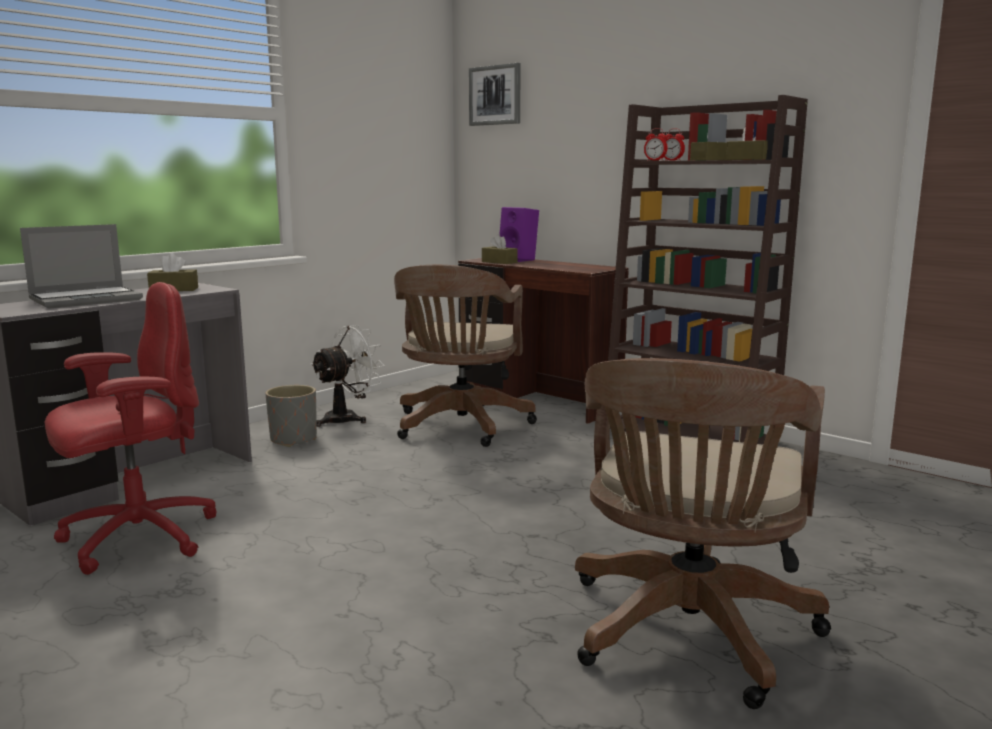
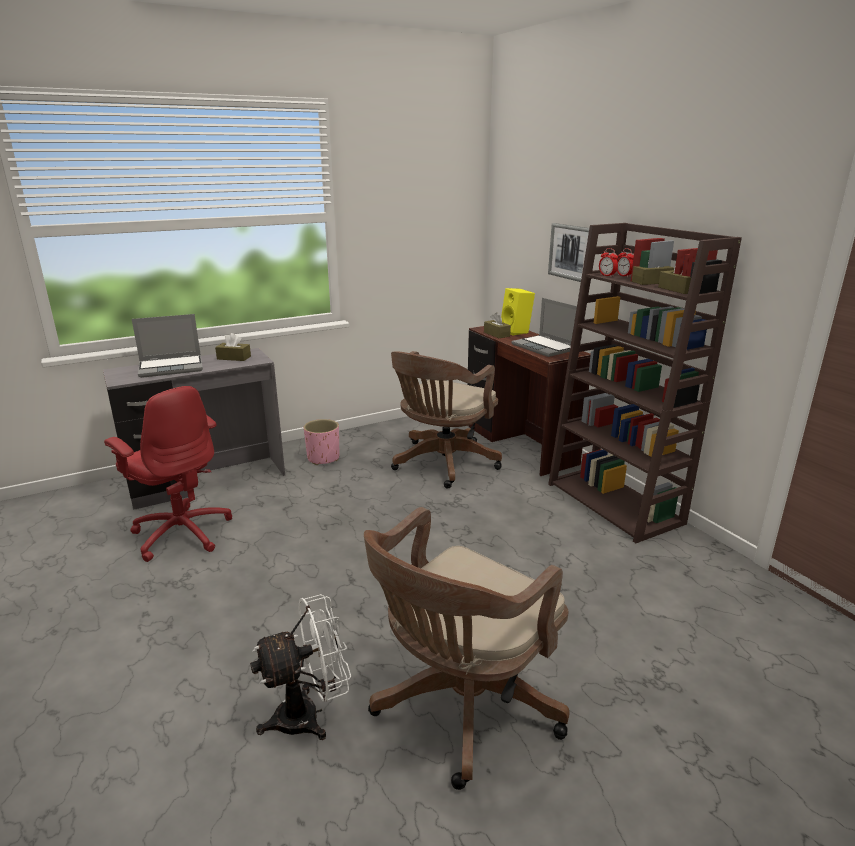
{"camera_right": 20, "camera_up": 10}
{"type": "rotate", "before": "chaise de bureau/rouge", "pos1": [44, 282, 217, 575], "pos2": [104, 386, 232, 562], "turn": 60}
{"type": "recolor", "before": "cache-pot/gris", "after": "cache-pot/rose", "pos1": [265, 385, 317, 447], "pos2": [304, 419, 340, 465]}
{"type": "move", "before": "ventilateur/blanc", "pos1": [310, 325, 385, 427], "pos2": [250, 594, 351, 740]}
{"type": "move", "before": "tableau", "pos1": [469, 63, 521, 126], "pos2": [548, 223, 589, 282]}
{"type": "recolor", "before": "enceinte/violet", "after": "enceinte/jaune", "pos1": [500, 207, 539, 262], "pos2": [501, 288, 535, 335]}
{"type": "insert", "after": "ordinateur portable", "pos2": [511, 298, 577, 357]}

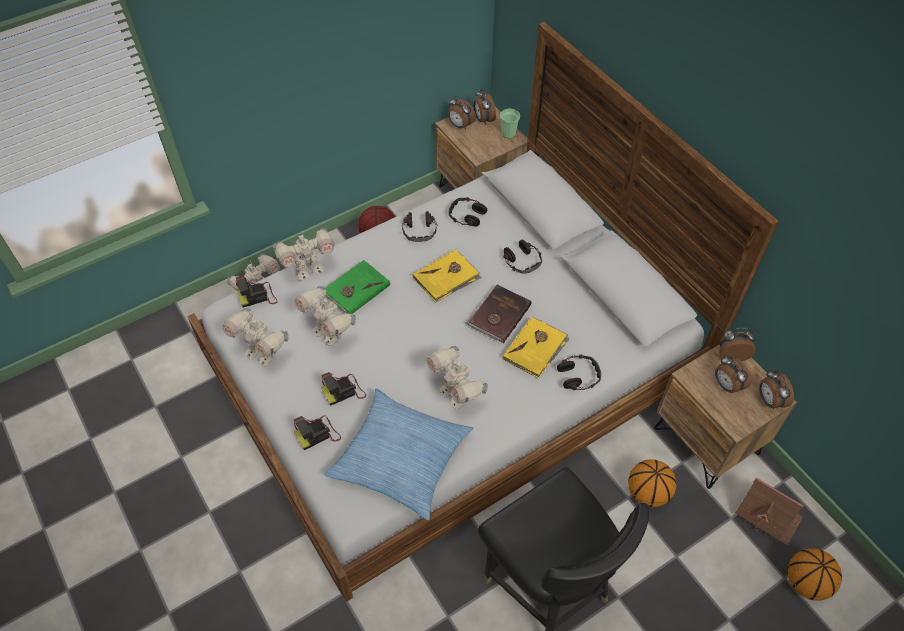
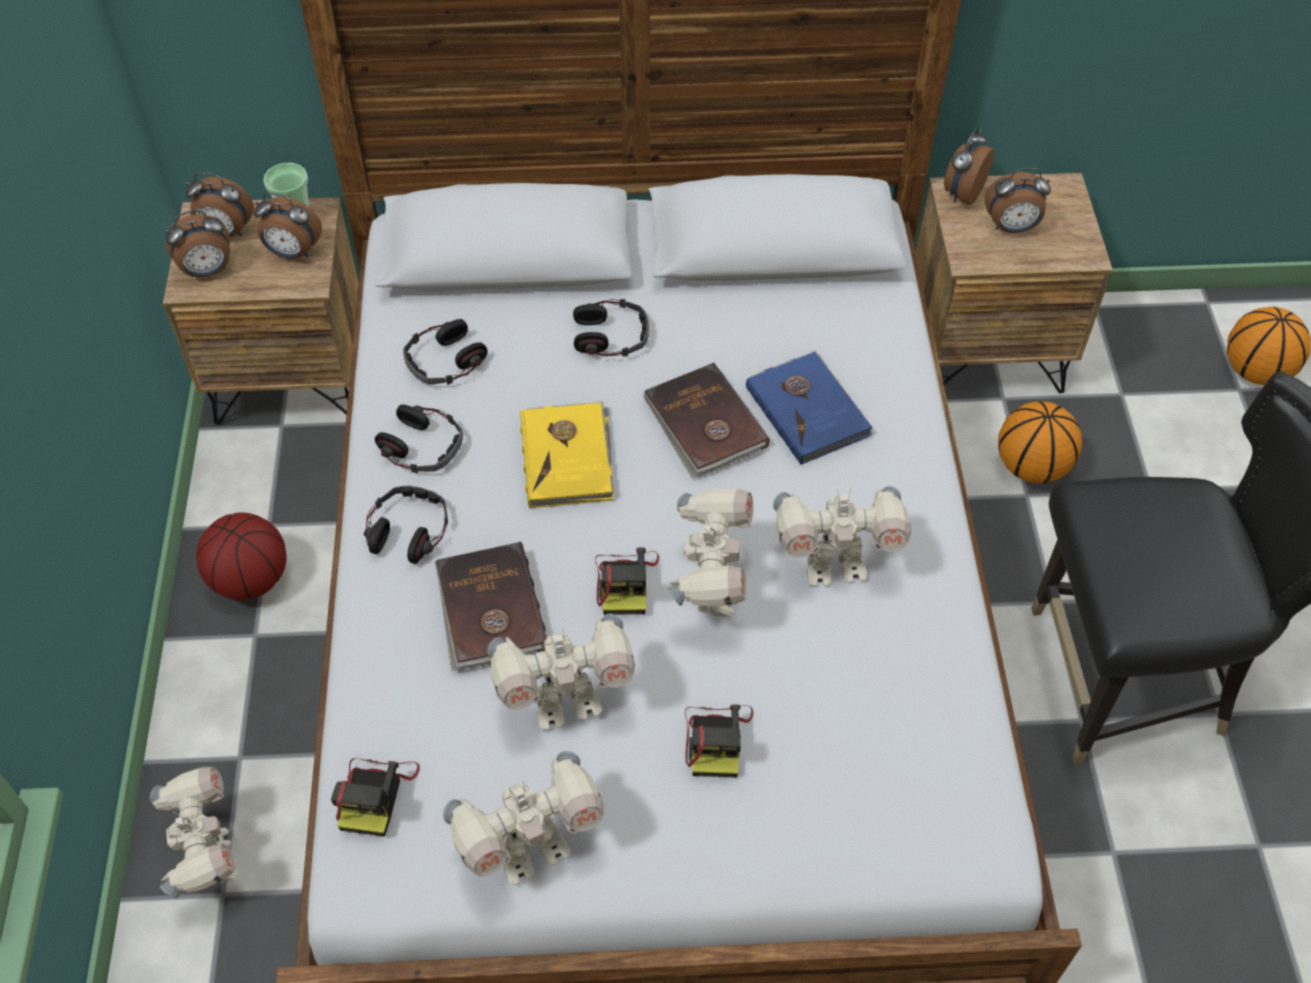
{"camera_right": -60, "camera_up": 0}
{"type": "move", "before": "robot jouet", "pos1": [273, 228, 334, 281], "pos2": [667, 489, 753, 617]}
{"type": "move", "before": "appareil photo", "pos1": [294, 415, 341, 450], "pos2": [595, 547, 659, 615]}
{"type": "recolor", "before": "livre/vert", "after": "livre/marron", "pos1": [325, 260, 390, 314], "pos2": [435, 542, 547, 671]}
{"type": "delete", "before": "coussin", "pos1": [325, 388, 473, 520]}
{"type": "recolor", "before": "livre/jaune", "after": "livre/bleu", "pos1": [502, 317, 570, 378], "pos2": [746, 350, 873, 465]}
{"type": "move", "before": "casque audio", "pos1": [557, 354, 601, 390], "pos2": [364, 486, 448, 564]}
{"type": "delete", "before": "maison miniature", "pos1": [735, 477, 803, 545]}
{"type": "move", "before": "réveil", "pos1": [759, 369, 794, 409], "pos2": [254, 193, 322, 259]}

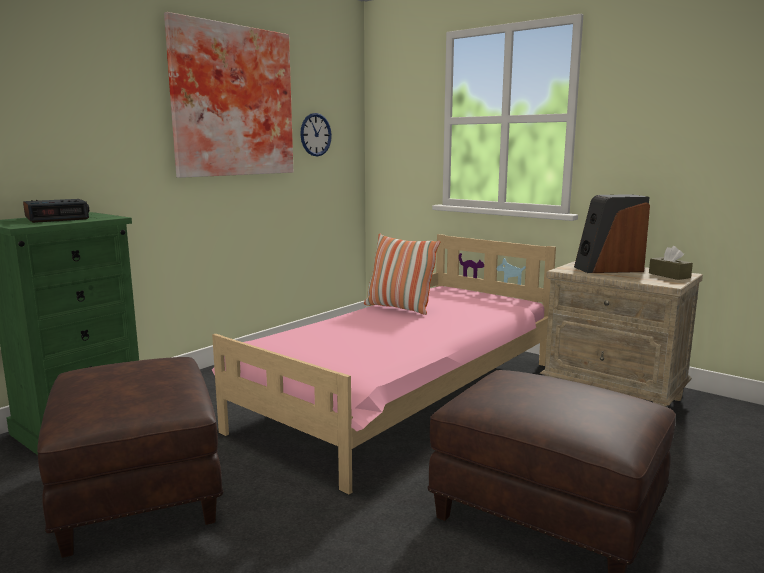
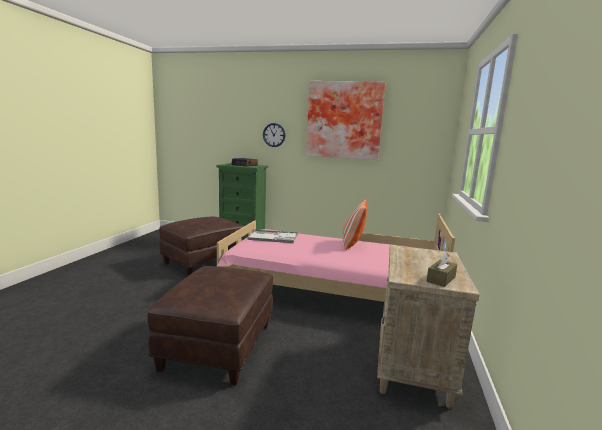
{"camera_right": 65, "camera_up": 0}
{"type": "move", "before": "horloge murale", "pos1": [300, 113, 332, 156], "pos2": [263, 123, 285, 147]}
{"type": "delete", "before": "enceinte", "pos1": [574, 194, 650, 273]}
{"type": "insert", "after": "plateau", "pos2": [247, 230, 298, 243]}

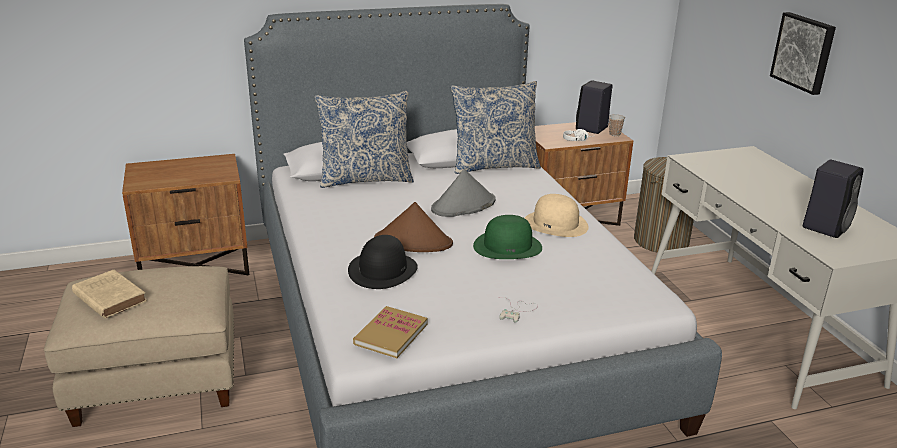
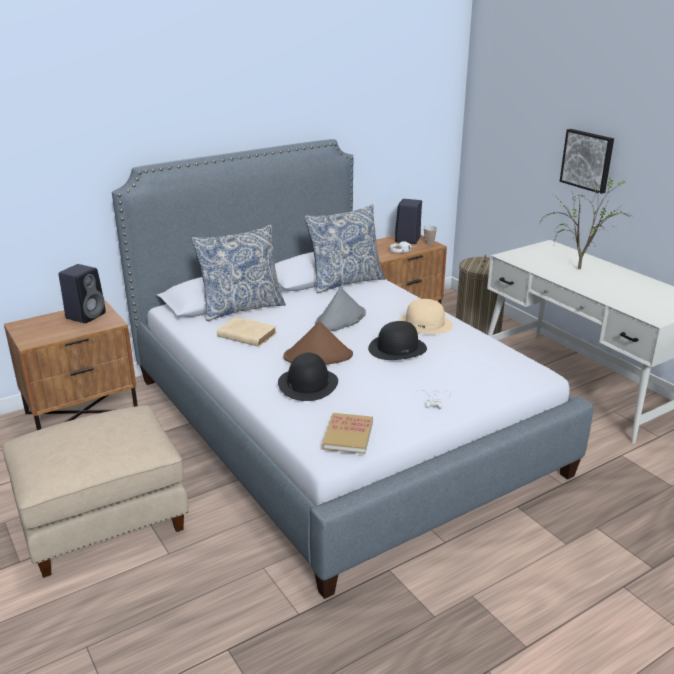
{"camera_right": -15, "camera_up": 0}
{"type": "move", "before": "livre/beige", "pos1": [72, 270, 147, 319], "pos2": [217, 317, 277, 347]}
{"type": "recolor", "before": "chapeau/vert", "after": "chapeau/noir", "pos1": [473, 215, 542, 259], "pos2": [368, 321, 427, 360]}
{"type": "move", "before": "enceinte/noir", "pos1": [803, 160, 863, 238], "pos2": [59, 264, 106, 323]}
{"type": "insert", "after": "plante en pot", "pos2": [539, 178, 635, 269]}

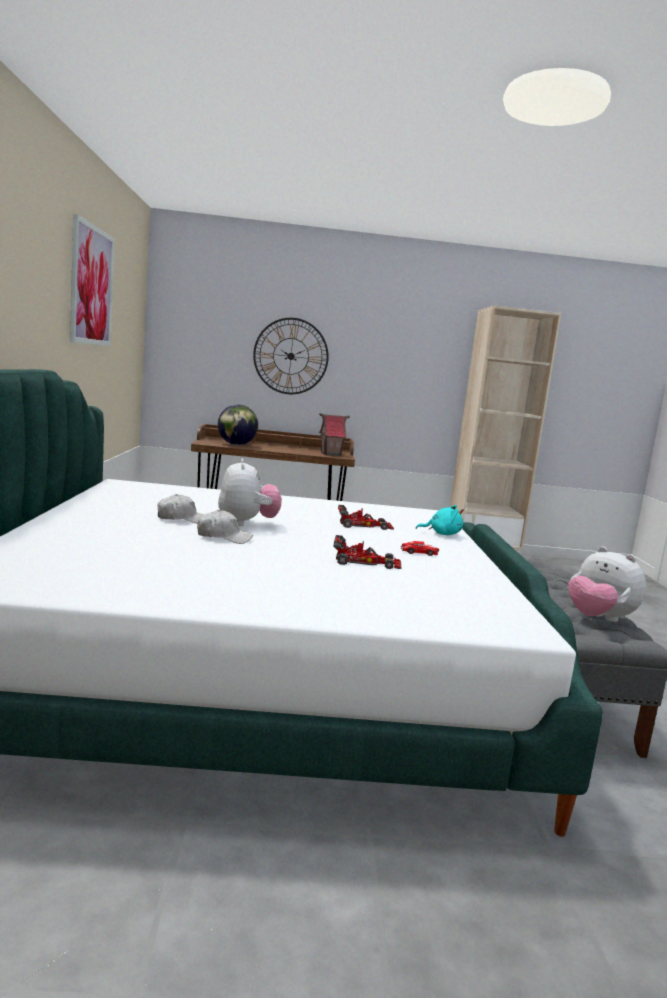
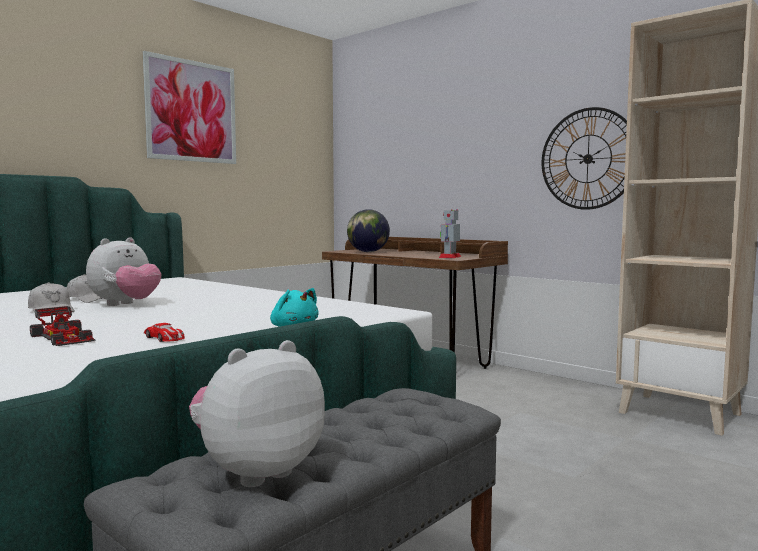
{"camera_right": 45, "camera_up": -5}
{"type": "move", "before": "horloge murale", "pos1": [253, 318, 329, 394], "pos2": [542, 107, 627, 210]}
{"type": "replace", "before": "maison miniature", "after": "robot jouet", "pos1": [319, 413, 350, 456], "pos2": [439, 209, 461, 258]}
{"type": "delete", "before": "petite voiture", "pos1": [338, 505, 394, 530]}
{"type": "rotate", "before": "peluche", "pos1": [568, 547, 646, 622], "pos2": [189, 340, 325, 487], "turn": 45}

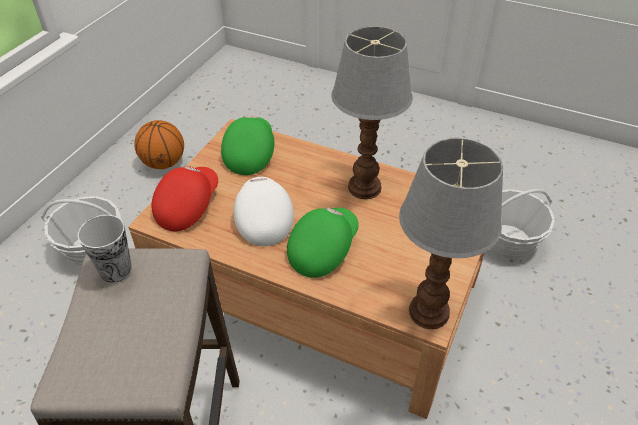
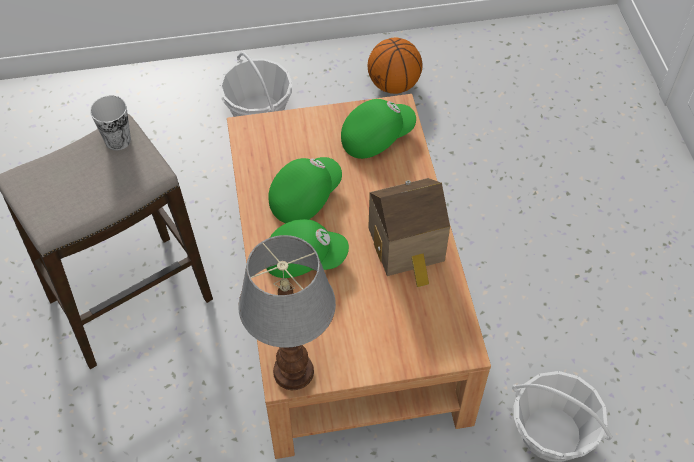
{"camera_right": 55, "camera_up": 10}
{"type": "delete", "before": "casquette/rouge", "pos1": [152, 166, 218, 231]}
{"type": "recolor", "before": "casquette/blanc", "after": "casquette/vert", "pos1": [234, 177, 294, 246], "pos2": [268, 157, 342, 223]}
{"type": "replace", "before": "lampe de table", "after": "maison miniature", "pos1": [331, 26, 412, 199], "pos2": [368, 178, 450, 287]}

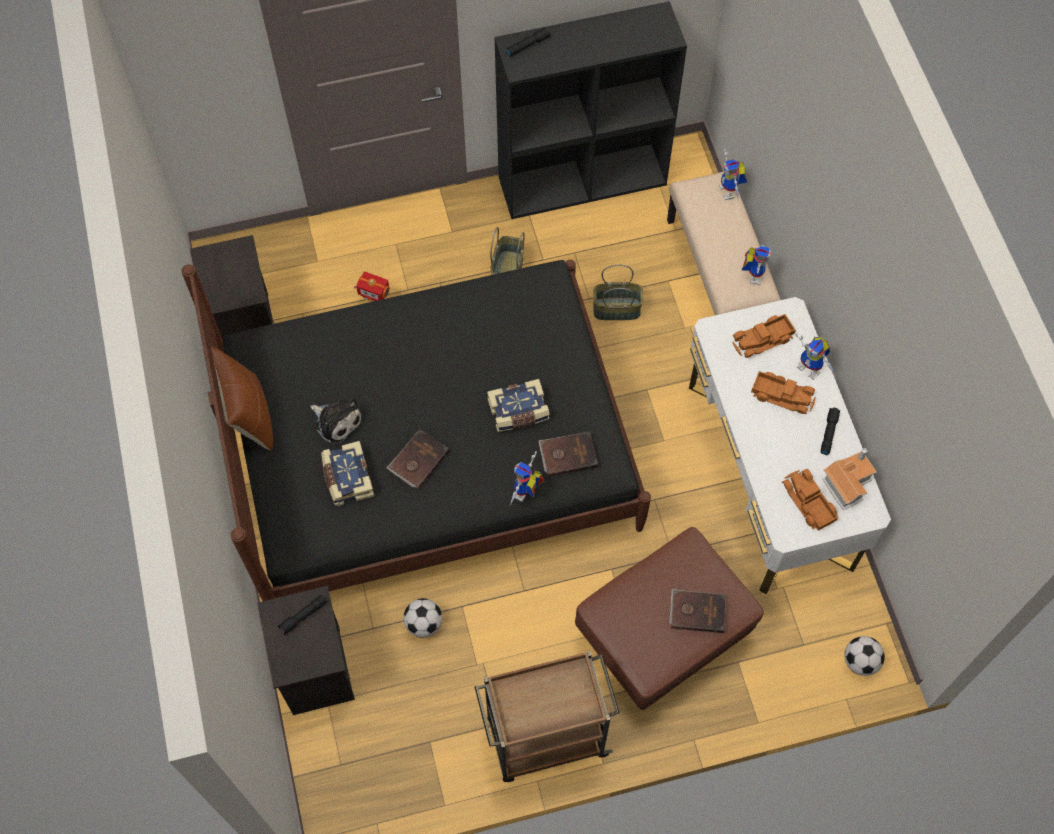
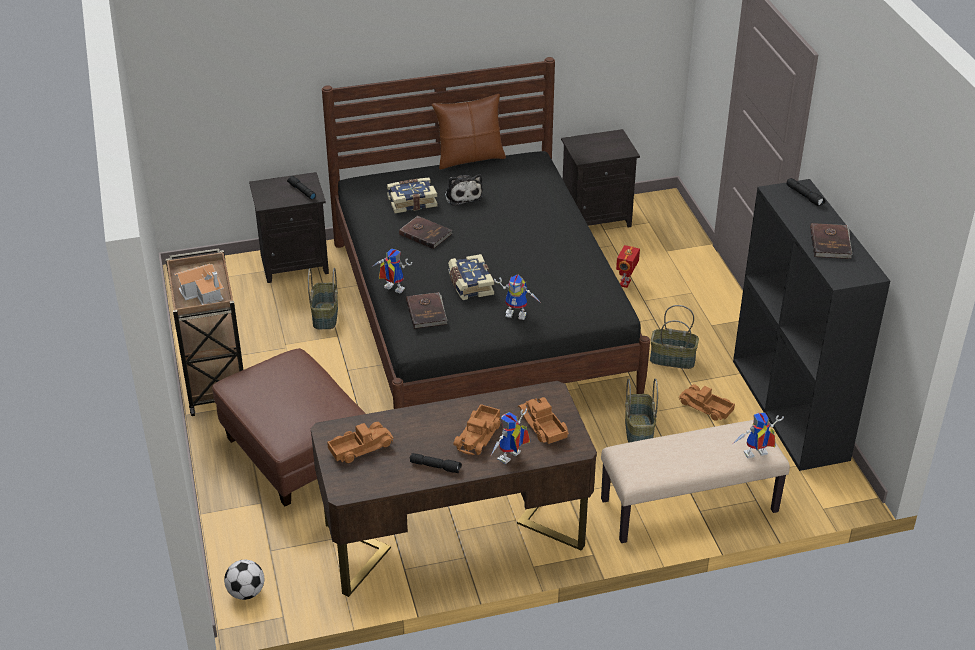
{"camera_right": 90, "camera_up": -25}
{"type": "rotate", "before": "peluche", "pos1": [310, 397, 364, 446], "pos2": [444, 174, 483, 206], "turn": -60}
{"type": "replace", "before": "ballon de foot", "after": "panier", "pos1": [403, 598, 442, 637], "pos2": [308, 268, 338, 329]}
{"type": "move", "before": "livre/marron", "pos1": [669, 589, 726, 633], "pos2": [810, 223, 852, 259]}
{"type": "recolor", "before": "bureau/blanc", "after": "bureau/marron", "pos1": [689, 297, 891, 594], "pos2": [311, 381, 597, 597]}
{"type": "move", "before": "robot jouet", "pos1": [742, 244, 771, 285], "pos2": [494, 274, 542, 320]}
{"type": "move", "before": "maison miniature", "pos1": [822, 448, 877, 510], "pos2": [175, 264, 224, 305]}
{"type": "insert", "after": "camion jouet", "pos2": [679, 384, 735, 421]}

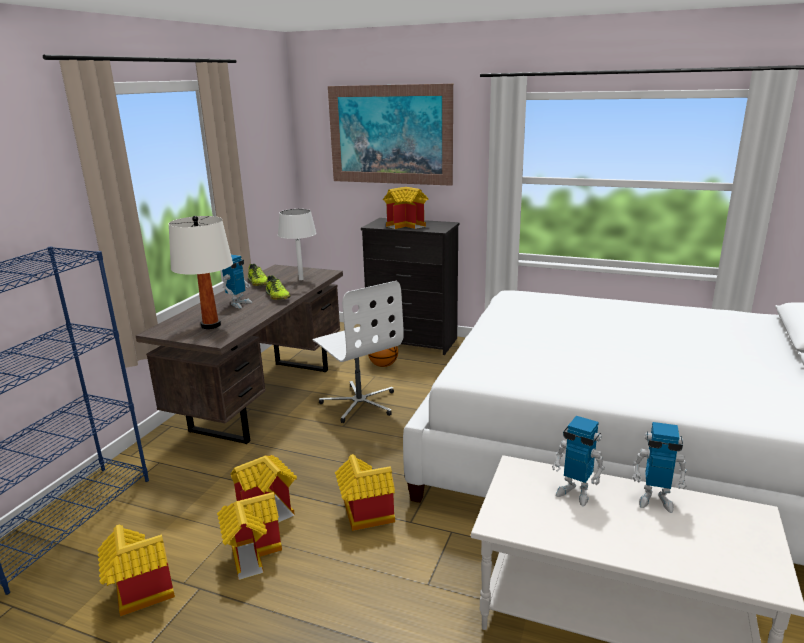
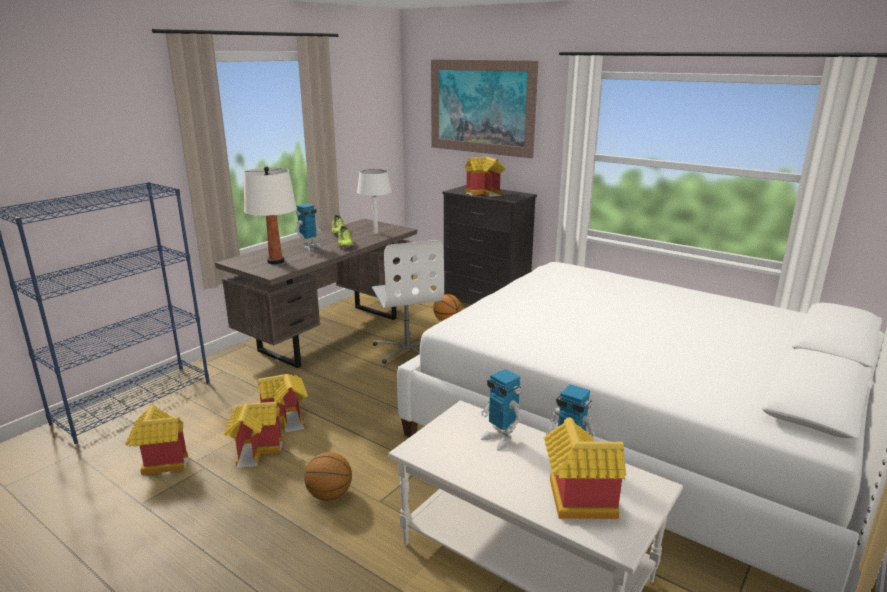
{"camera_right": 15, "camera_up": 0}
{"type": "move", "before": "maison miniature", "pos1": [335, 454, 395, 531], "pos2": [543, 417, 626, 519]}
{"type": "insert", "after": "ballon de basket", "pos2": [304, 452, 352, 501]}

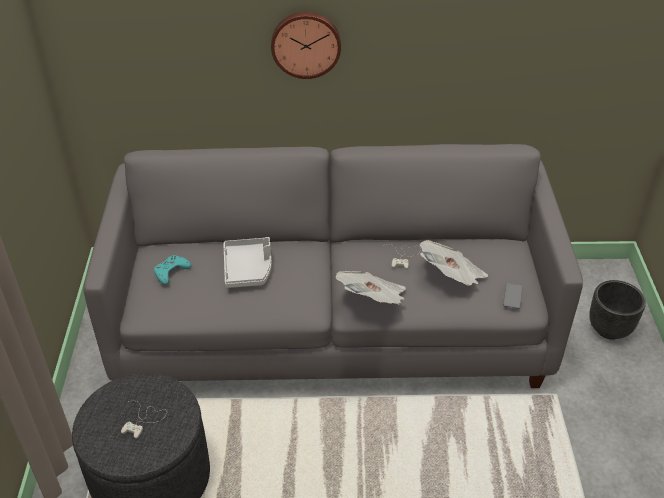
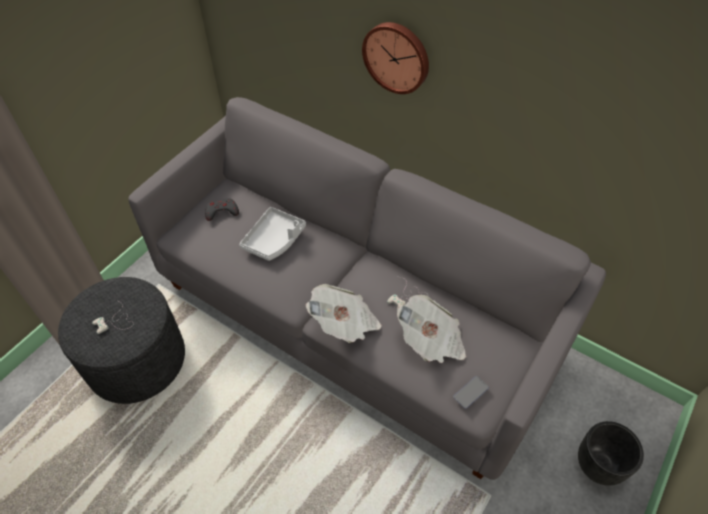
{"camera_right": 35, "camera_up": 10}
{"type": "recolor", "before": "manette/turquoise", "after": "manette/gris", "pos1": [154, 255, 191, 285], "pos2": [205, 198, 239, 221]}

